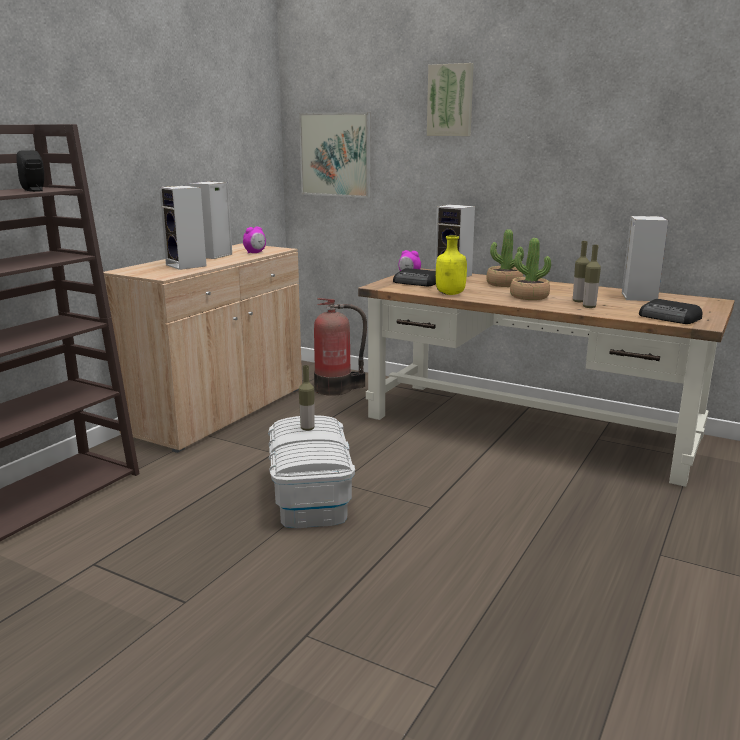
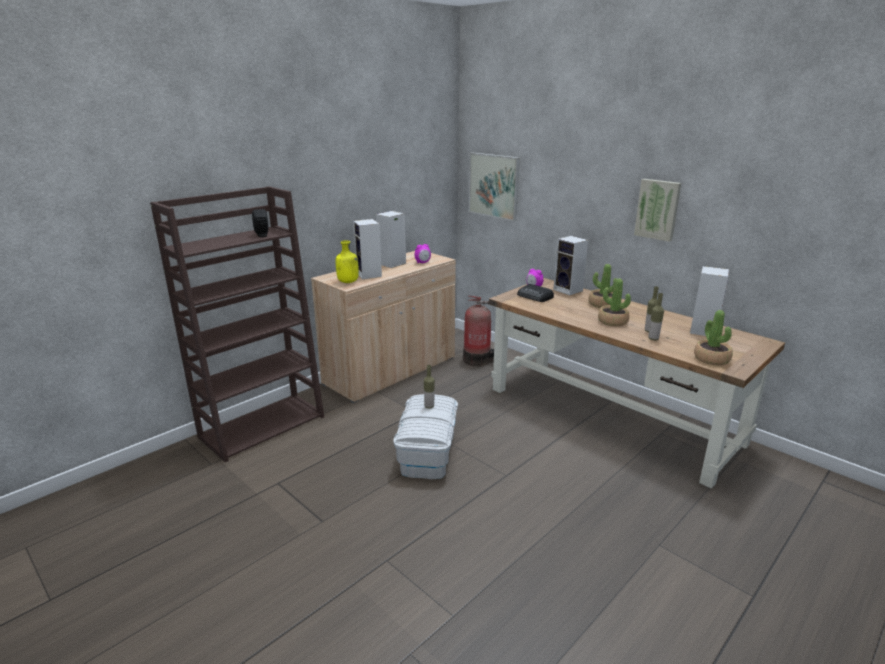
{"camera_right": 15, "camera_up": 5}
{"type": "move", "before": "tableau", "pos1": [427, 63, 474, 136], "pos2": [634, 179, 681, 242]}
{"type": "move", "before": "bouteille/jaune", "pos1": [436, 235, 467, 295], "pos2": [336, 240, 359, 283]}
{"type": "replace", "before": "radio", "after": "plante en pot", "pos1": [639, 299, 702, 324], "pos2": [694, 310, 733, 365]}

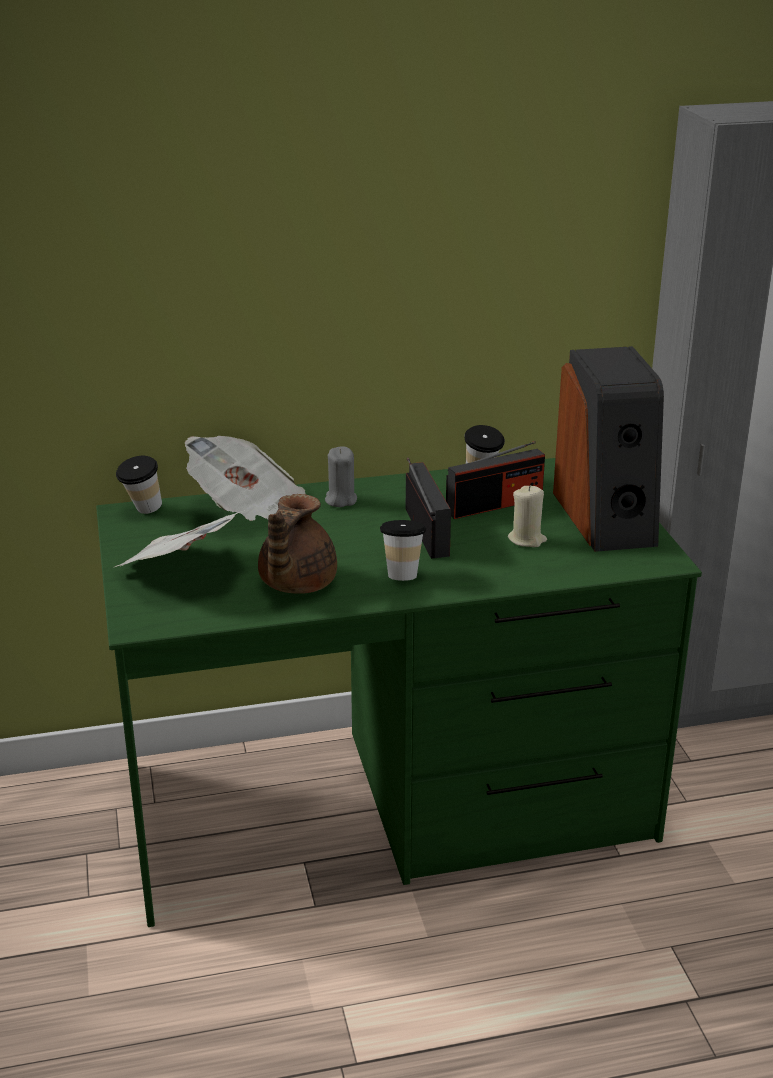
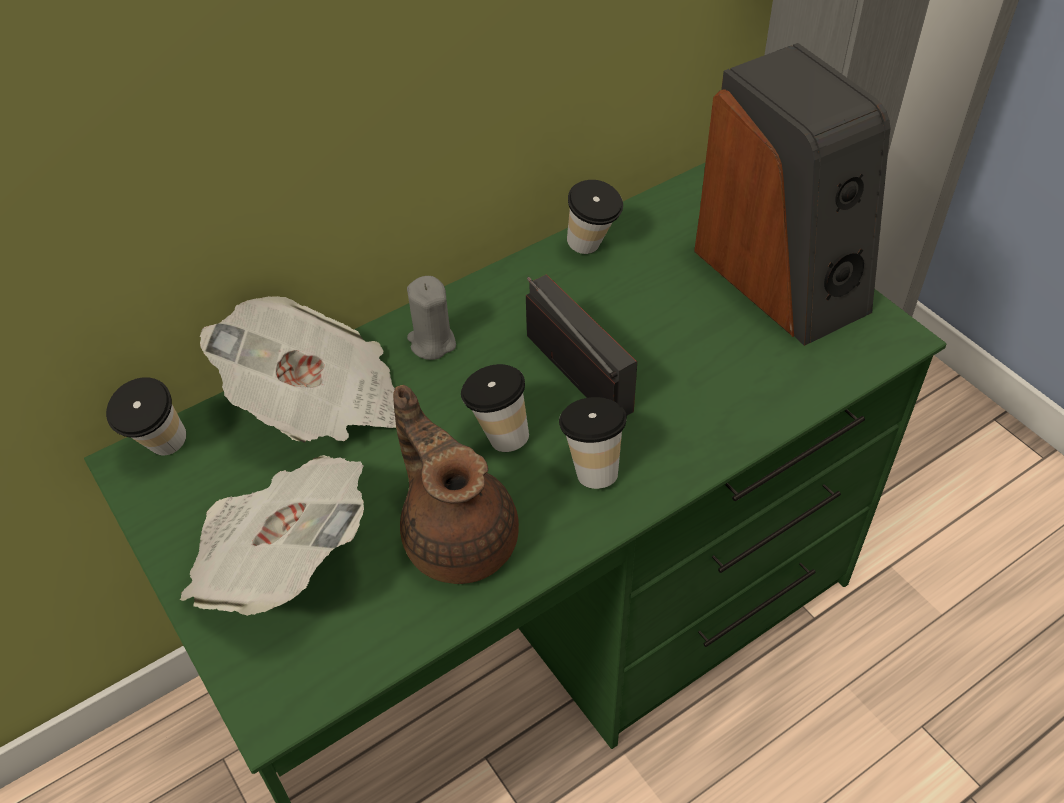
{"camera_right": -20, "camera_up": 20}
{"type": "rotate", "before": "théière/marron", "pos1": [258, 494, 337, 594], "pos2": [393, 385, 519, 584], "turn": 150}
{"type": "delete", "before": "radio", "pos1": [446, 441, 545, 519]}
{"type": "delete", "before": "bougie/beige", "pos1": [508, 486, 547, 547]}
{"type": "insert", "after": "tasse", "pos2": [461, 364, 529, 452]}

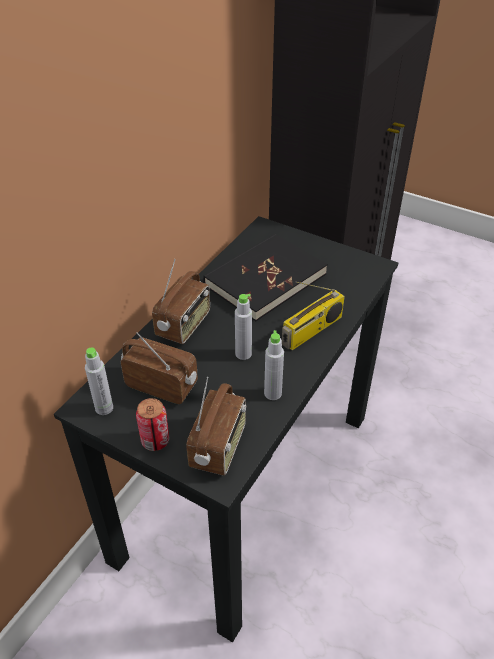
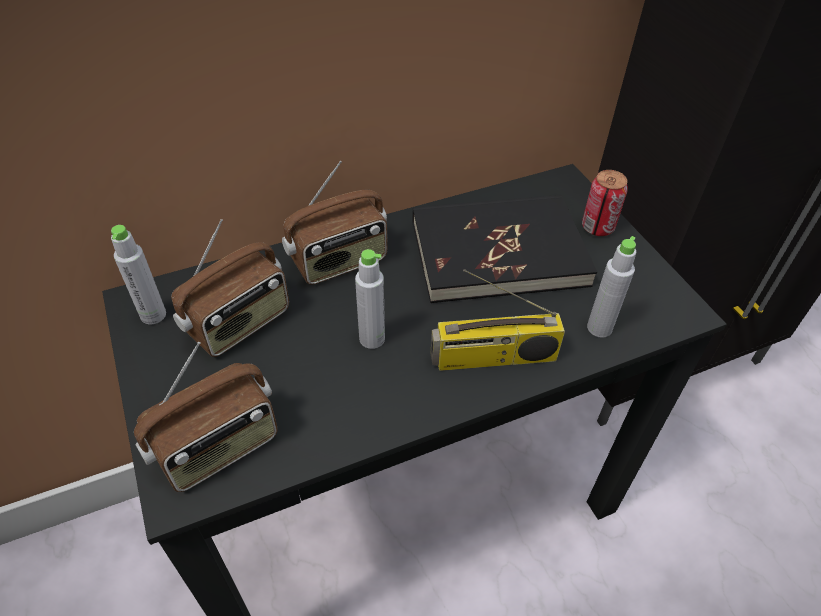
{"camera_right": 35, "camera_up": 5}
{"type": "rotate", "before": "radio", "pos1": [121, 332, 198, 404], "pos2": [171, 219, 289, 357], "turn": 75}
{"type": "move", "before": "boîte métallique", "pos1": [136, 398, 169, 451], "pos2": [582, 170, 628, 236]}
{"type": "move", "before": "bouteille/gris", "pos1": [264, 330, 284, 400], "pos2": [587, 236, 636, 338]}

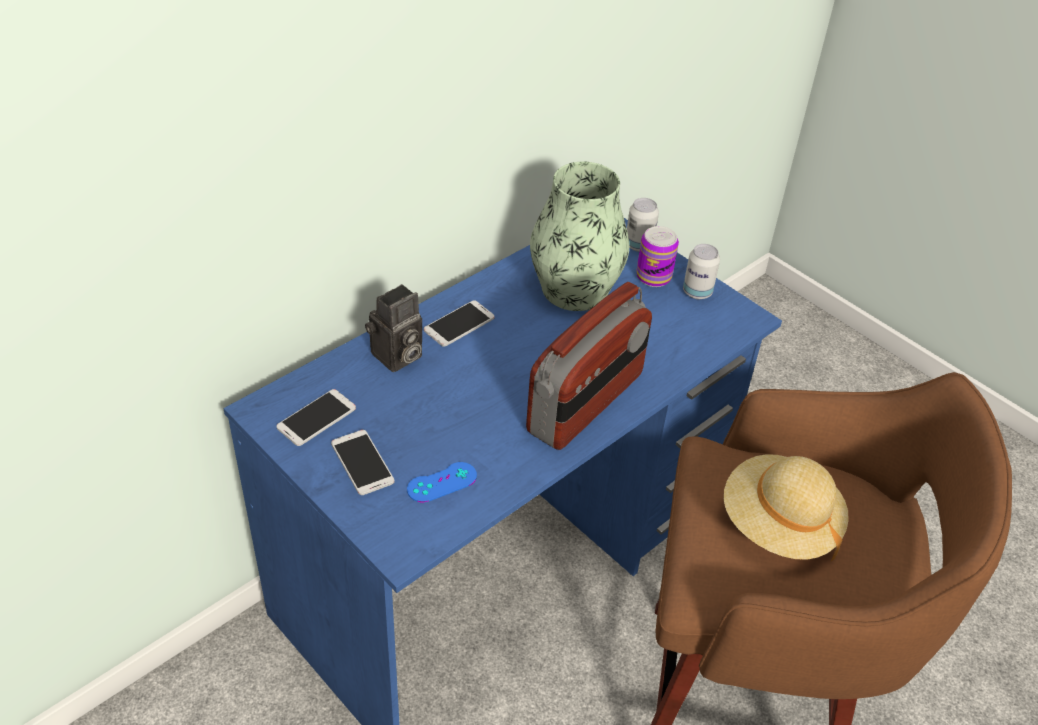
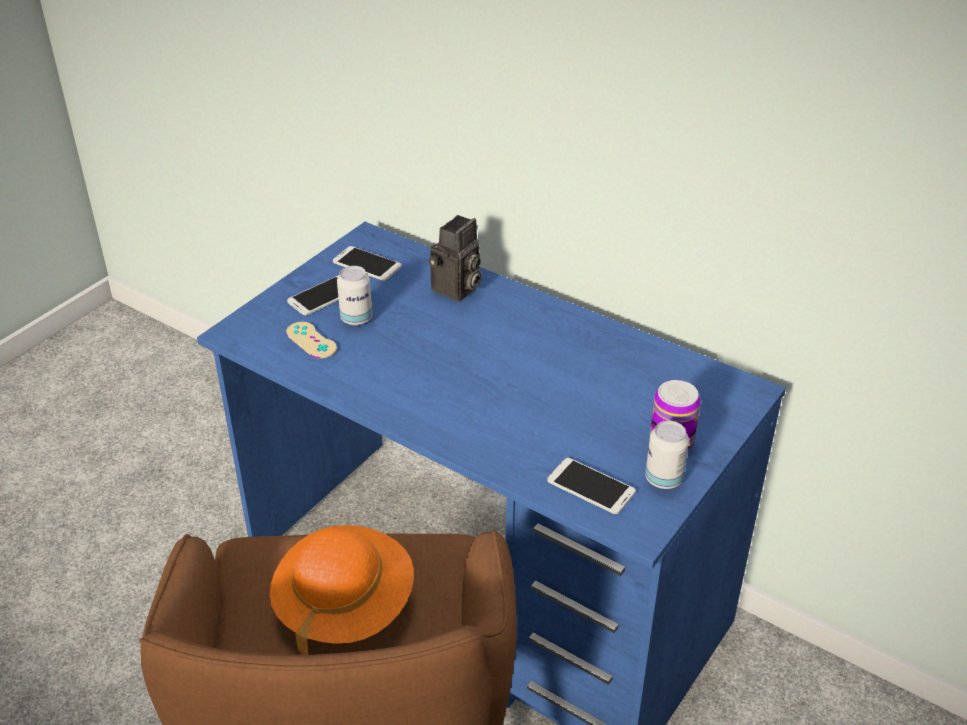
{"camera_right": 80, "camera_up": -5}
{"type": "rotate", "before": "appareil photo", "pos1": [365, 284, 422, 372], "pos2": [428, 215, 482, 301], "turn": -90}
{"type": "recolor", "before": "manette/bleu", "after": "manette/beige", "pos1": [407, 462, 477, 503], "pos2": [286, 322, 337, 358]}
{"type": "move", "before": "téléphone", "pos1": [424, 300, 495, 347], "pos2": [547, 458, 636, 514]}
{"type": "delete", "before": "radio", "pos1": [526, 282, 652, 450]}
{"type": "delete", "before": "vase", "pos1": [530, 162, 629, 311]}
{"type": "move", "before": "boîte métallique", "pos1": [627, 198, 659, 252], "pos2": [337, 266, 372, 326]}
{"type": "recolor", "before": "chapeau/beige", "after": "chapeau/orange", "pos1": [724, 454, 849, 561], "pos2": [270, 525, 414, 655]}

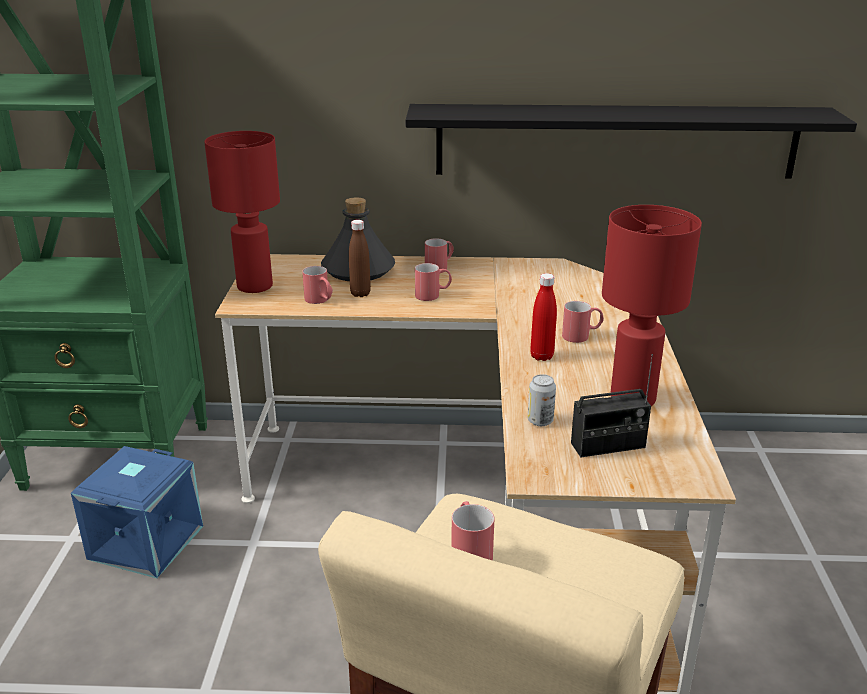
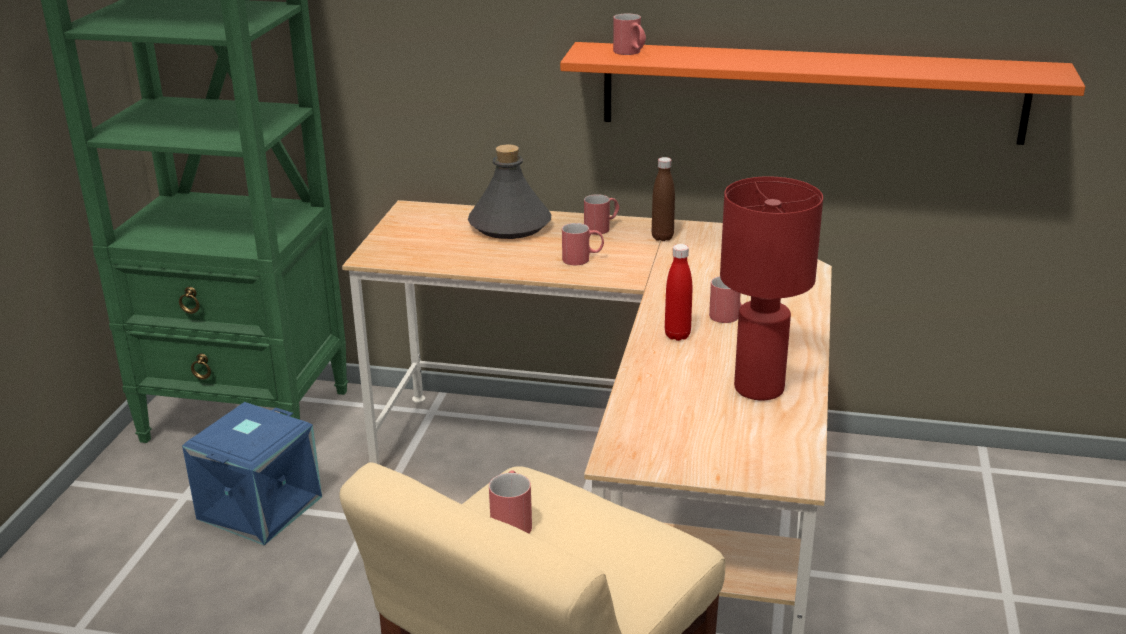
{"camera_right": 10, "camera_up": 0}
{"type": "delete", "before": "lampe de table/rouge", "pos1": [204, 131, 280, 293]}
{"type": "move", "before": "mug/rouge", "pos1": [302, 266, 333, 304], "pos2": [613, 14, 646, 55]}
{"type": "move", "before": "bouteille/marron", "pos1": [349, 220, 371, 297], "pos2": [652, 157, 675, 241]}
{"type": "recolor", "before": "étagère/noir", "after": "étagère/orange", "pos1": [406, 104, 857, 179], "pos2": [560, 42, 1085, 145]}
{"type": "delete", "before": "boîte métallique", "pos1": [528, 374, 556, 426]}
{"type": "delete", "before": "radio", "pos1": [571, 354, 653, 457]}

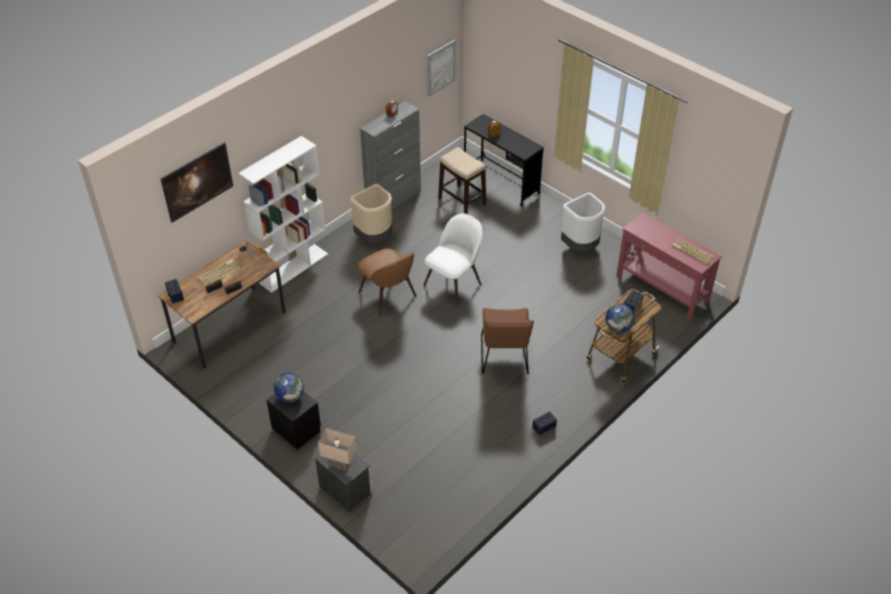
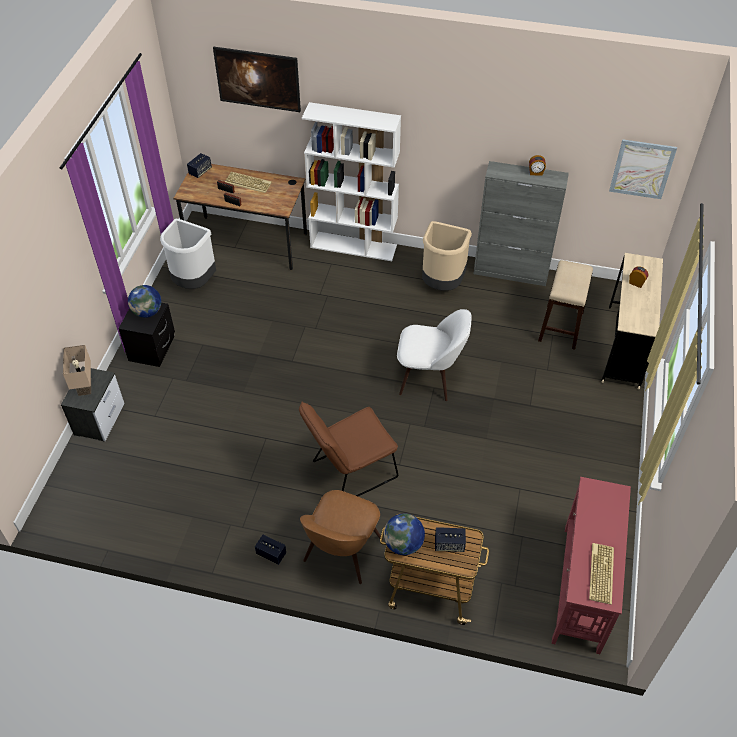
{"camera_right": 60, "camera_up": 5}
{"type": "move", "before": "chaise/marron", "pos1": [358, 248, 416, 315], "pos2": [300, 490, 383, 584]}
{"type": "recolor", "before": "bureau/noir", "after": "bureau/beige", "pos1": [464, 114, 544, 207], "pos2": [601, 253, 663, 390]}
{"type": "move", "before": "poubelle/blanc", "pos1": [561, 192, 605, 252], "pos2": [160, 219, 216, 289]}

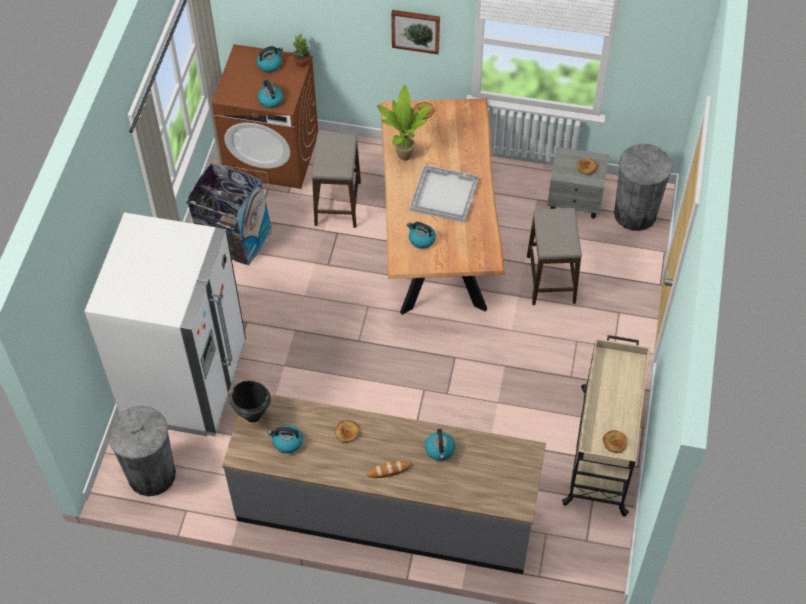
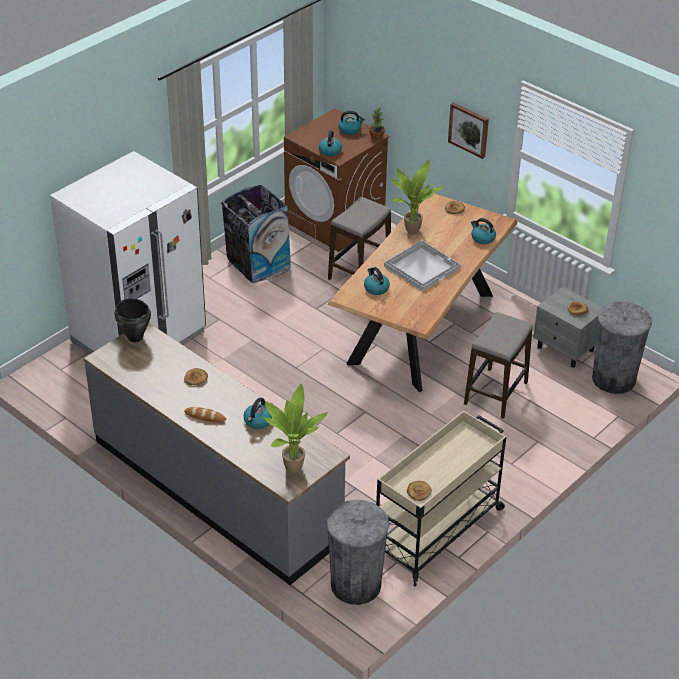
{"camera_right": 30, "camera_up": -15}
{"type": "move", "before": "poubelle/gris", "pos1": [107, 406, 176, 496], "pos2": [326, 500, 389, 605]}
{"type": "move", "before": "bouilloire", "pos1": [268, 425, 303, 453], "pos2": [471, 218, 496, 244]}
{"type": "insert", "after": "plante en pot", "pos2": [263, 384, 328, 473]}

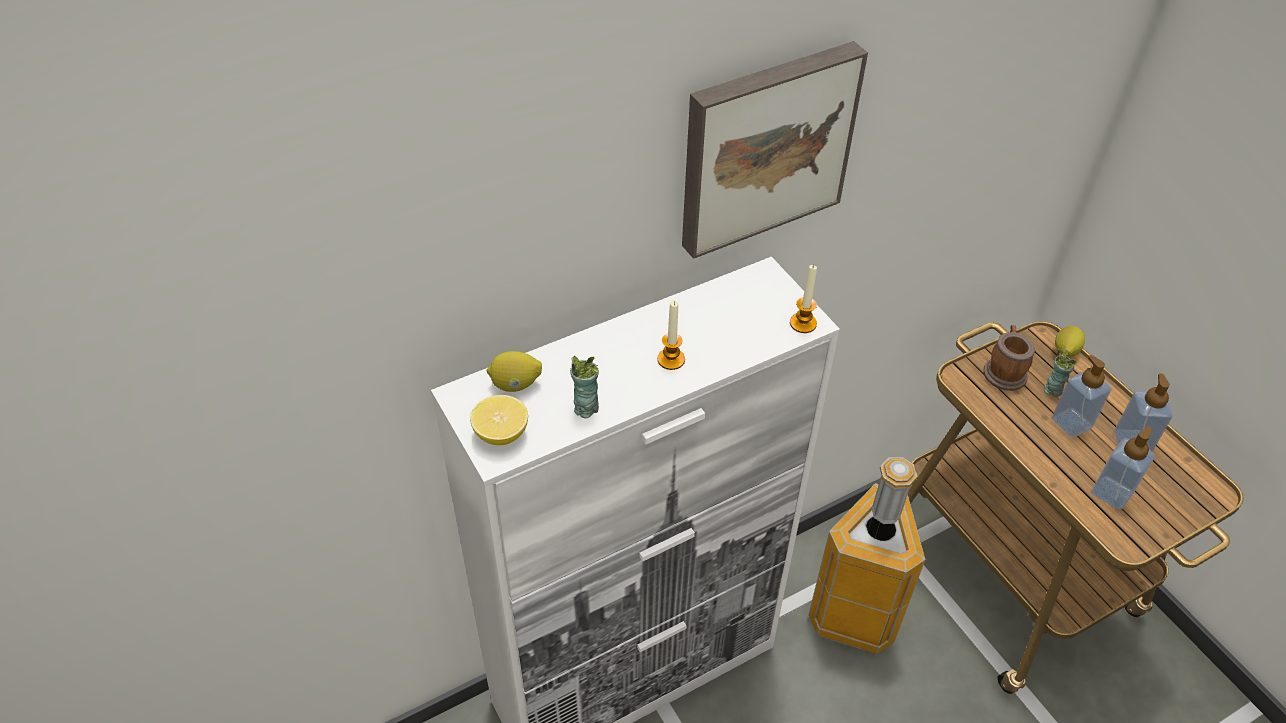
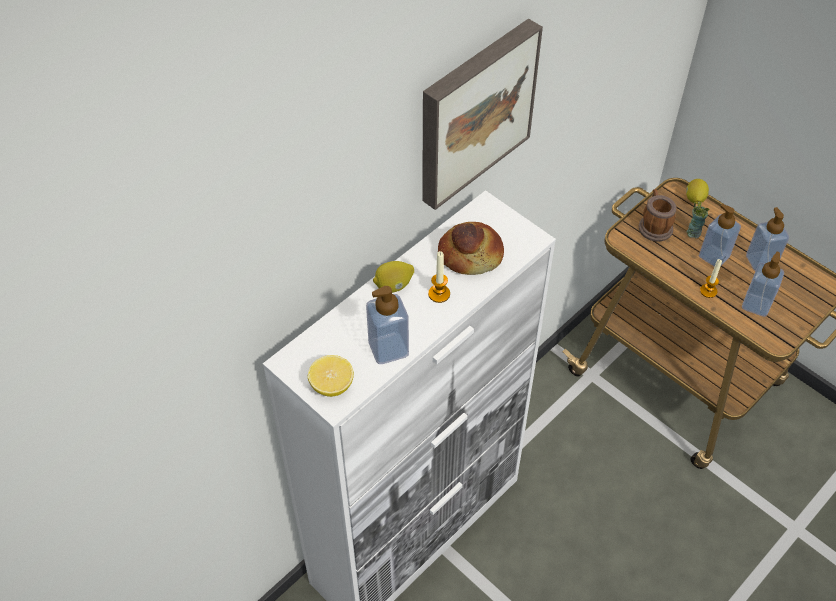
{"camera_right": -15, "camera_up": 5}
{"type": "move", "before": "citron", "pos1": [487, 351, 542, 392], "pos2": [373, 261, 414, 293]}
{"type": "replace", "before": "tasse", "after": "distributeur de savon", "pos1": [570, 356, 599, 418], "pos2": [366, 286, 409, 364]}
{"type": "move", "before": "bougie", "pos1": [790, 265, 817, 333], "pos2": [700, 259, 722, 298]}
{"type": "delete", "before": "poubelle", "pos1": [808, 457, 926, 654]}
{"type": "insert", "after": "pain", "pos2": [438, 222, 504, 275]}

